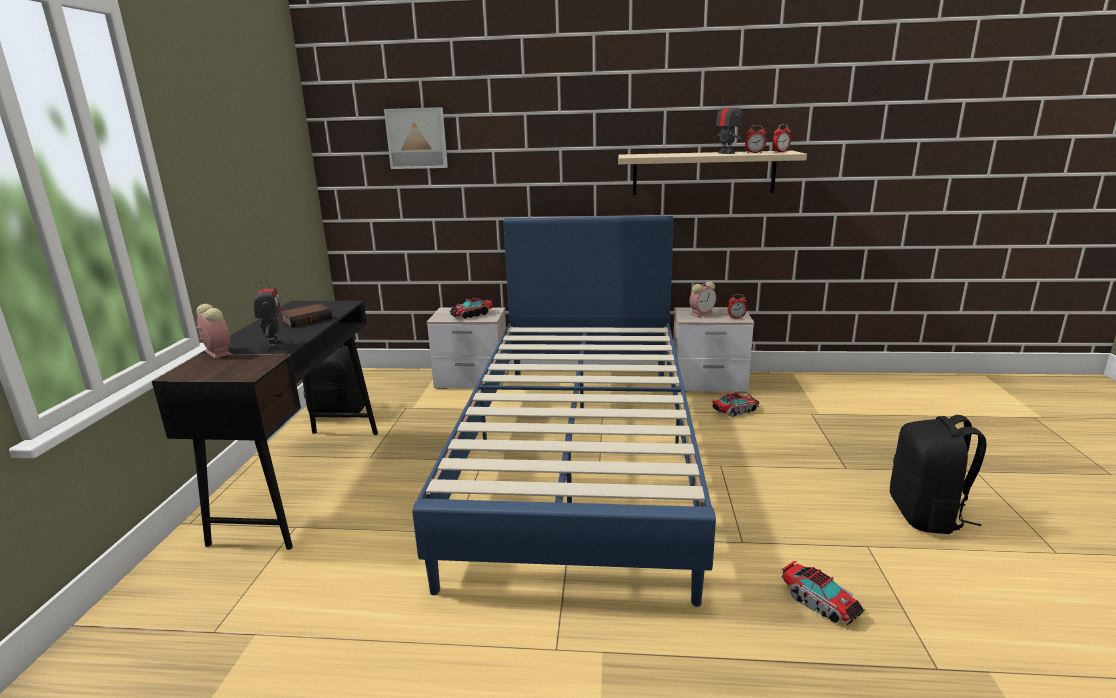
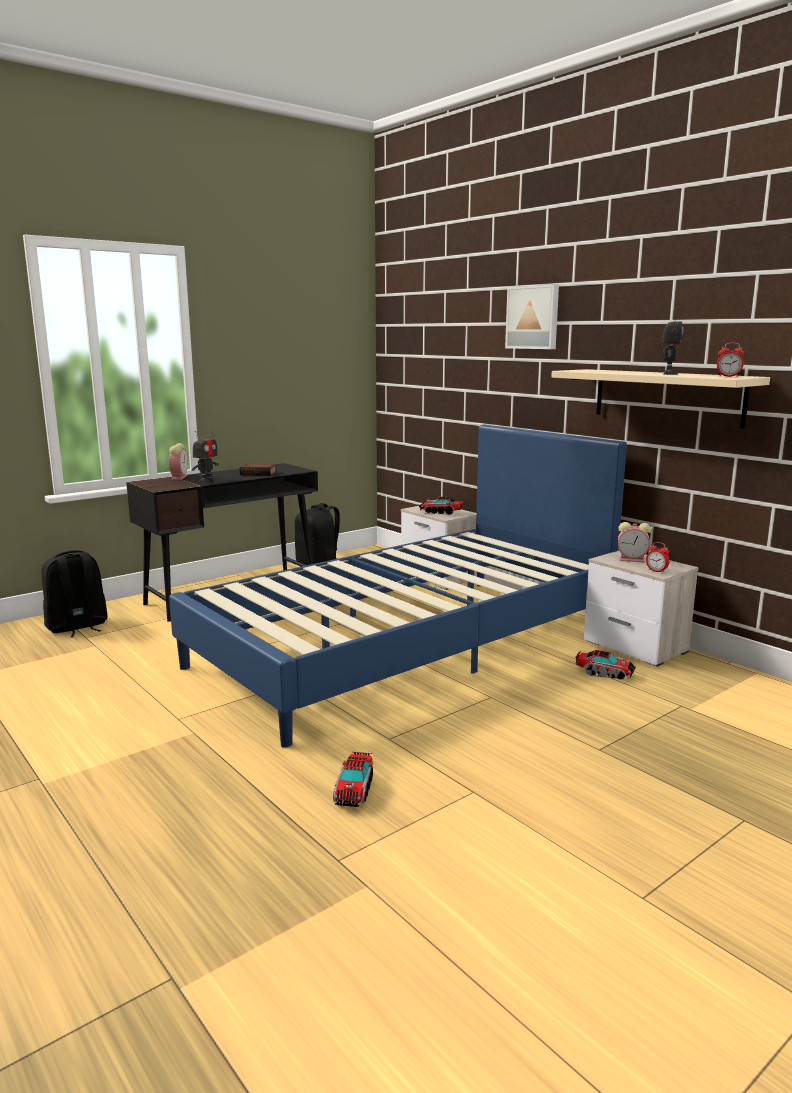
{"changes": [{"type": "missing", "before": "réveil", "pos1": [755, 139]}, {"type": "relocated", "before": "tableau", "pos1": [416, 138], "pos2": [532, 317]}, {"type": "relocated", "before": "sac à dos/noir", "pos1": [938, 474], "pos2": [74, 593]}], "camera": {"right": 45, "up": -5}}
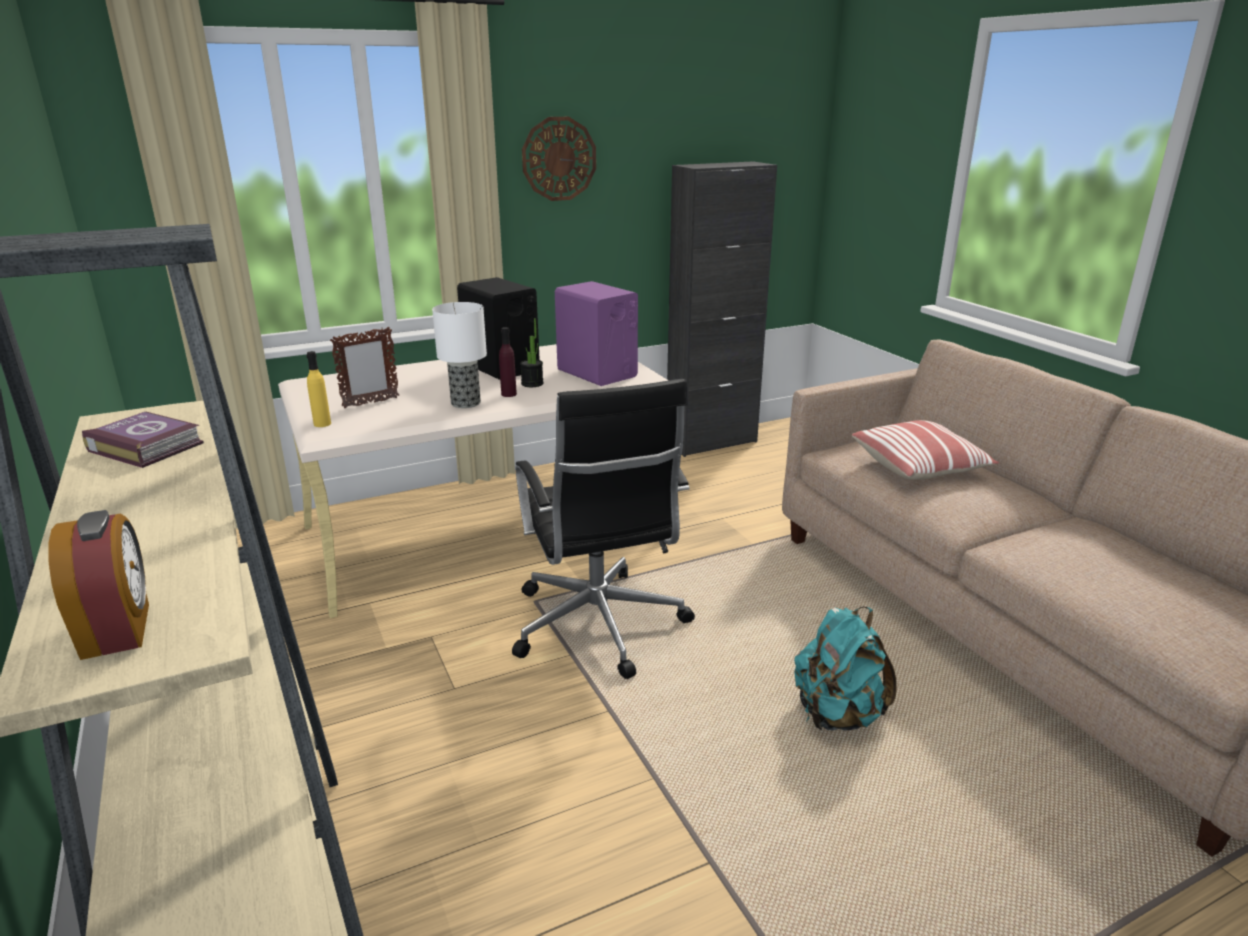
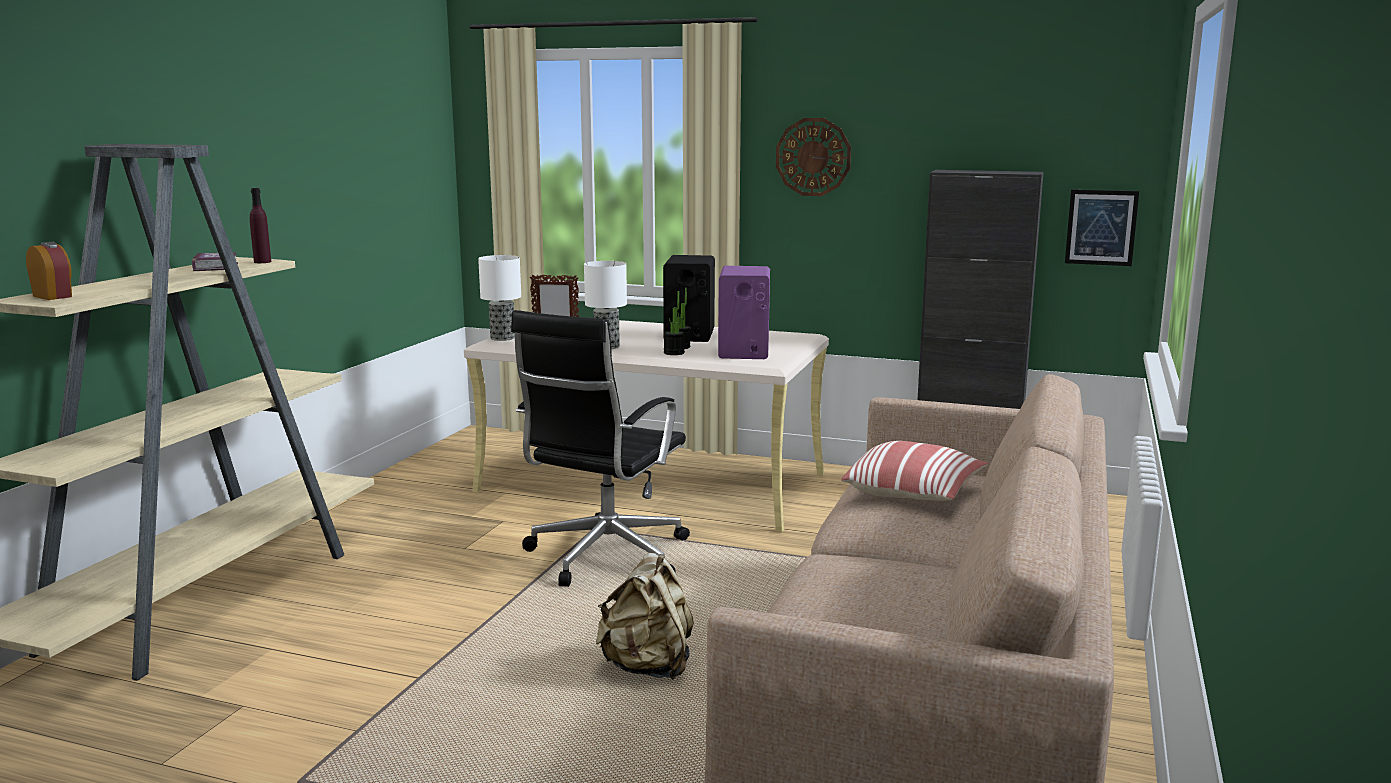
{"changes": [{"type": "appeared", "after": "plante en pot", "pos2": [674, 323]}, {"type": "appeared", "after": "tableau", "pos2": [1102, 228]}, {"type": "relocated", "before": "bouteille/violet", "pos1": [508, 362], "pos2": [260, 225]}, {"type": "exchanged", "before": "bouteille/jaune", "after": "lampe de table", "pos1": [319, 389], "pos2": [499, 298]}, {"type": "colour", "before": "sac à dos/turquoise", "after": "sac à dos/beige", "pos1": [845, 669], "pos2": [645, 616]}, {"type": "spun", "before": "réveil", "pos1": [99, 585], "pos2": [49, 271], "turn": -75}], "camera": {"right": 45, "up": -10}}
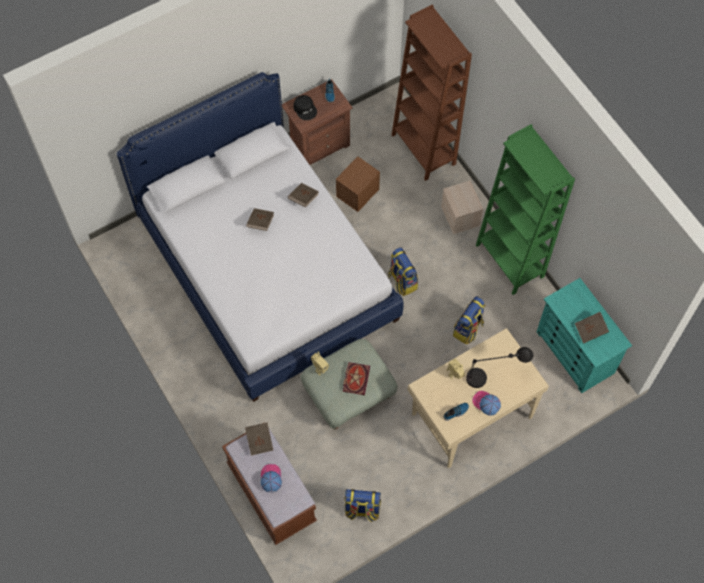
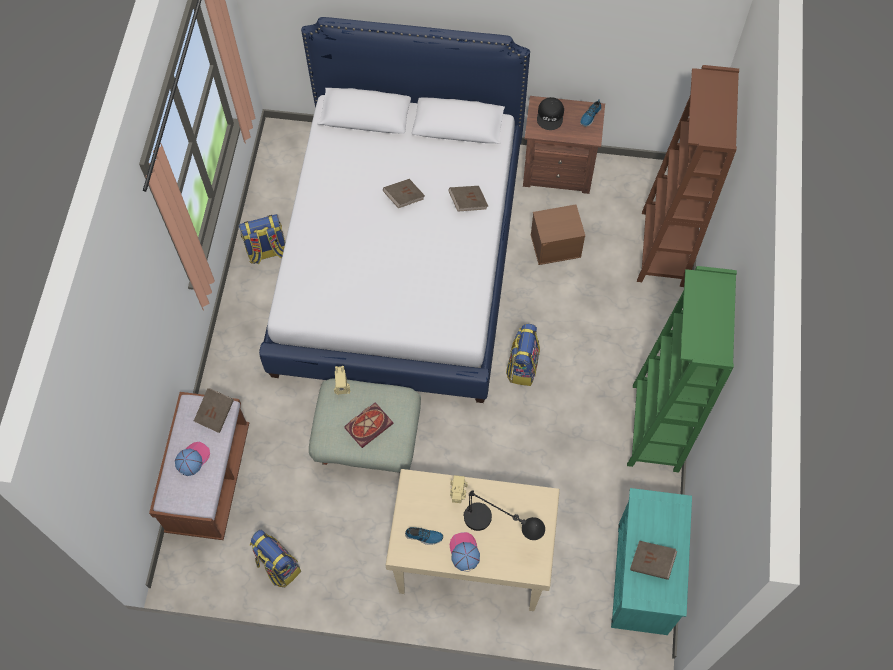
{"changes": [{"type": "missing", "before": "boîte de rangement/beige", "pos1": [462, 207]}, {"type": "relocated", "before": "sac à dos", "pos1": [469, 320], "pos2": [261, 239]}], "camera": {"right": 40, "up": 0}}
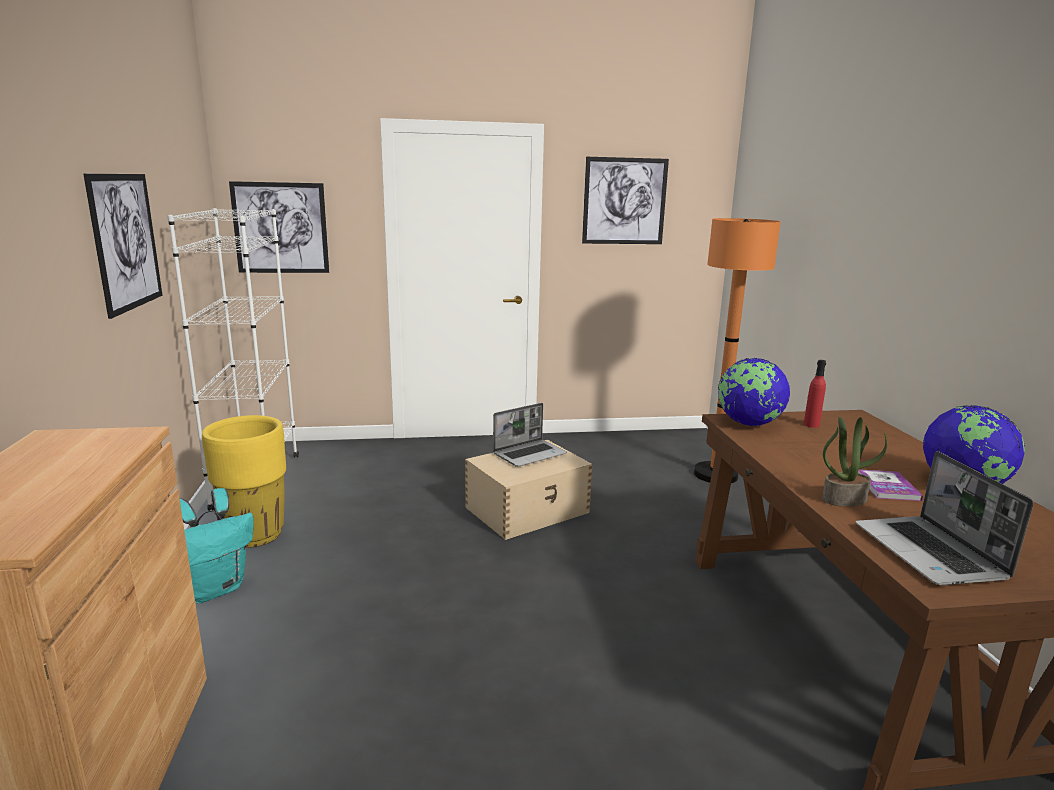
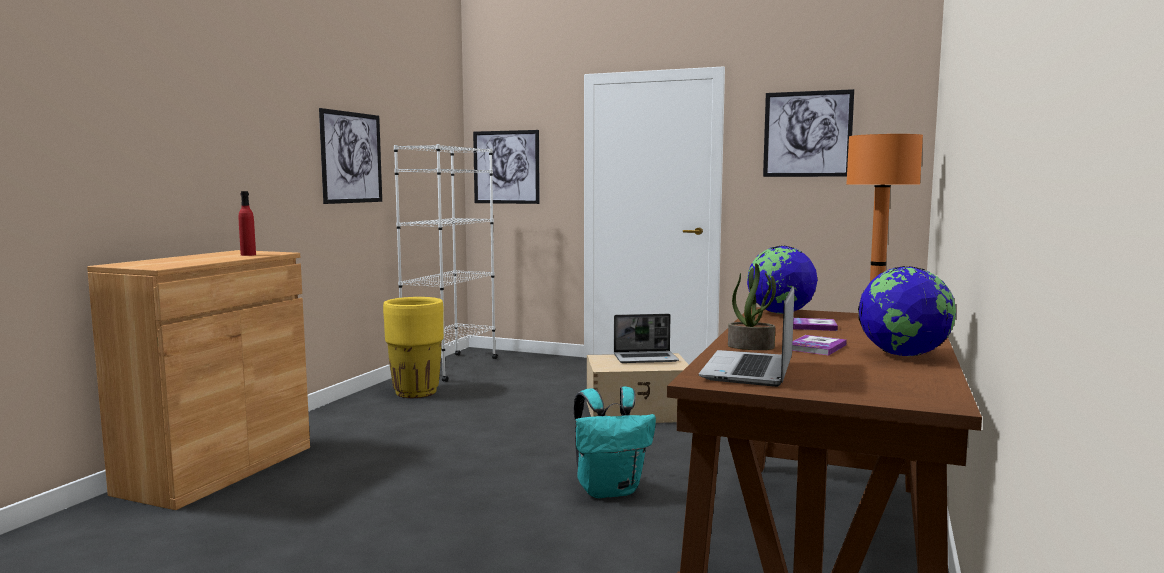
{"changes": [{"type": "appeared", "after": "livre", "pos2": [815, 324]}, {"type": "relocated", "before": "sac à dos/turquoise", "pos1": [217, 545], "pos2": [615, 442]}, {"type": "relocated", "before": "bouteille/rouge", "pos1": [815, 394], "pos2": [247, 223]}], "camera": {"right": 30, "up": -10}}
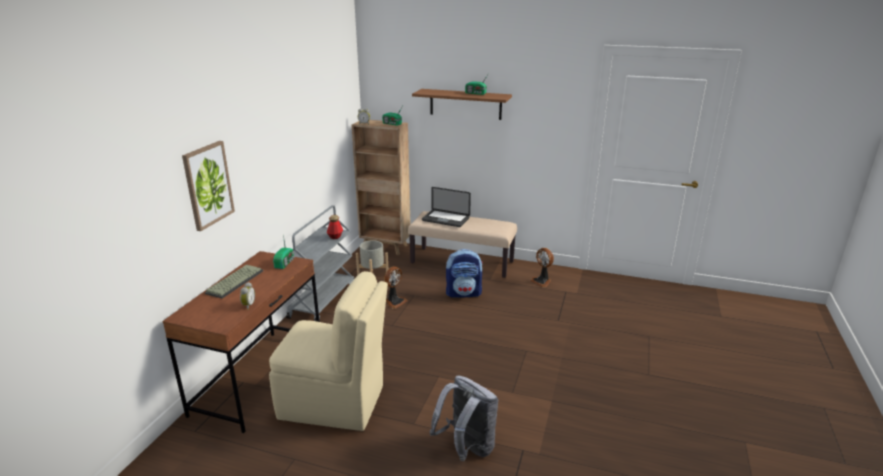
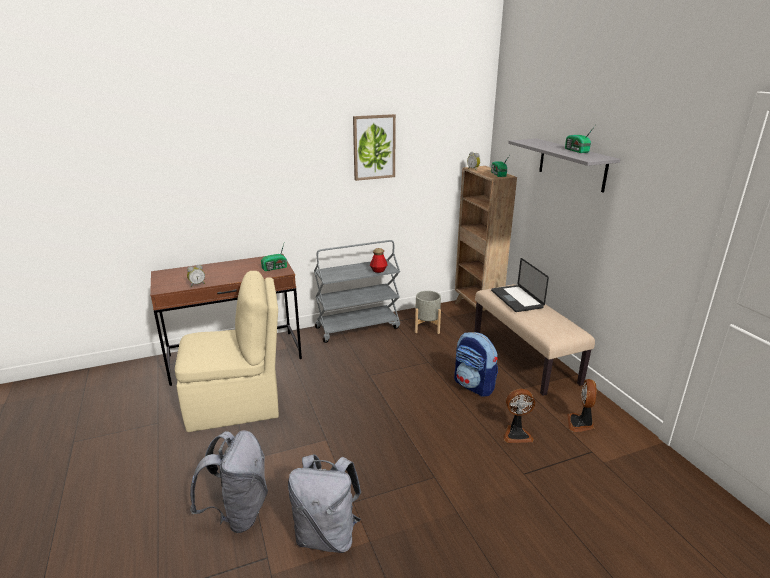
{"changes": [{"type": "missing", "before": "clavier", "pos1": [234, 281]}, {"type": "appeared", "after": "sac à dos/gris", "pos2": [324, 503]}, {"type": "relocated", "before": "tableau", "pos1": [208, 186], "pos2": [374, 147]}, {"type": "relocated", "before": "ventilateur", "pos1": [396, 287], "pos2": [519, 416]}, {"type": "colour", "before": "étagère/marron", "after": "étagère/gris", "pos1": [462, 104], "pos2": [564, 165]}, {"type": "spun", "before": "chaise/beige", "pos1": [328, 351], "pos2": [227, 351], "turn": -75}], "camera": {"right": 50, "up": 0}}
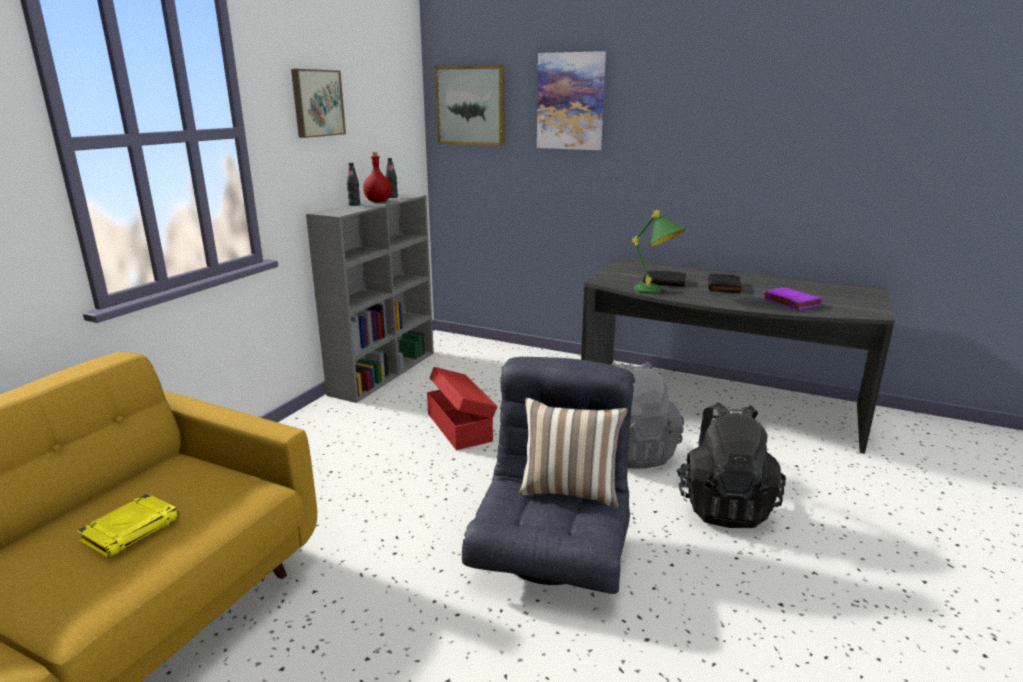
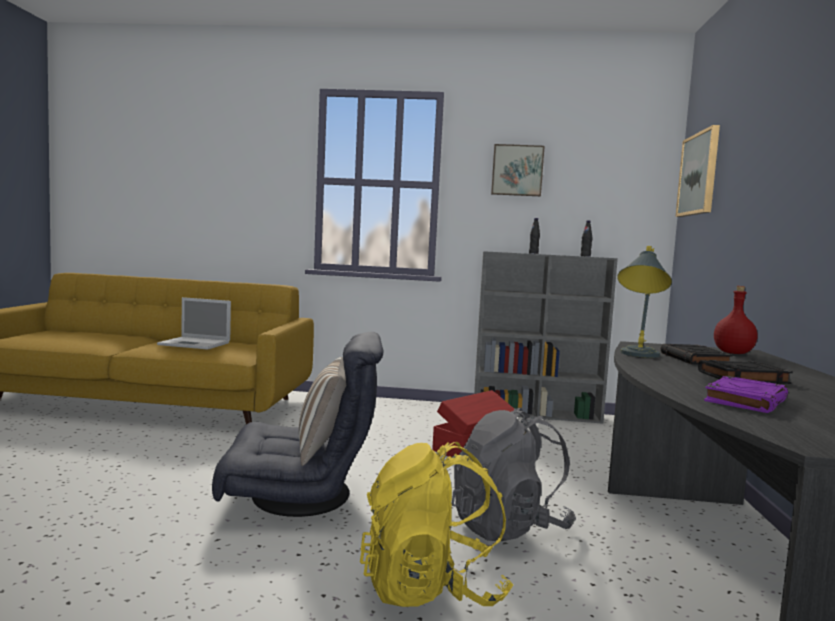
{"changes": [{"type": "missing", "before": "tableau", "pos1": [571, 100]}, {"type": "relocated", "before": "bouteille/rouge", "pos1": [377, 177], "pos2": [735, 320]}, {"type": "exchanged", "before": "livre/jaune", "after": "ordinateur portable", "pos1": [127, 525], "pos2": [194, 323]}, {"type": "colour", "before": "lampe de table/vert", "after": "lampe de table/gris", "pos1": [659, 252], "pos2": [644, 302]}, {"type": "colour", "before": "sac à dos/noir", "after": "sac à dos/jaune", "pos1": [731, 465], "pos2": [436, 524]}], "camera": {"right": 70, "up": -15}}
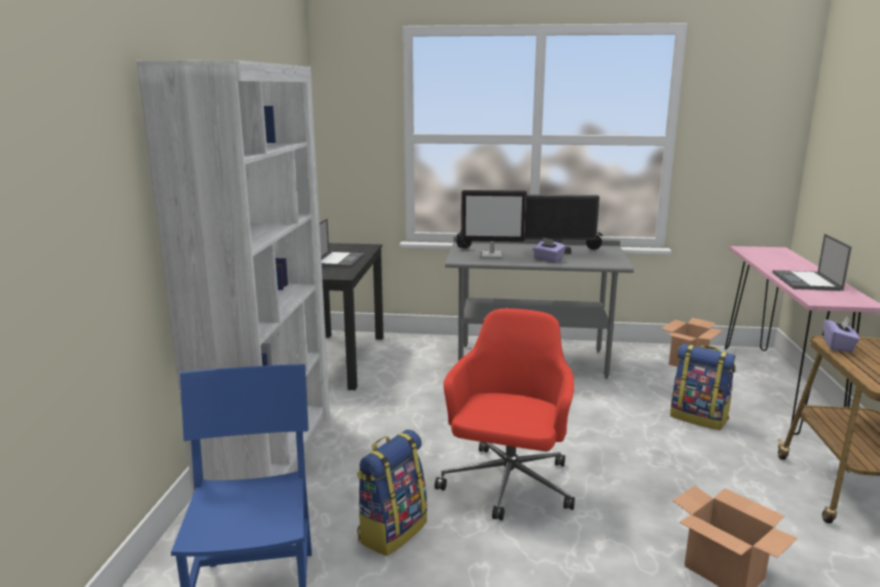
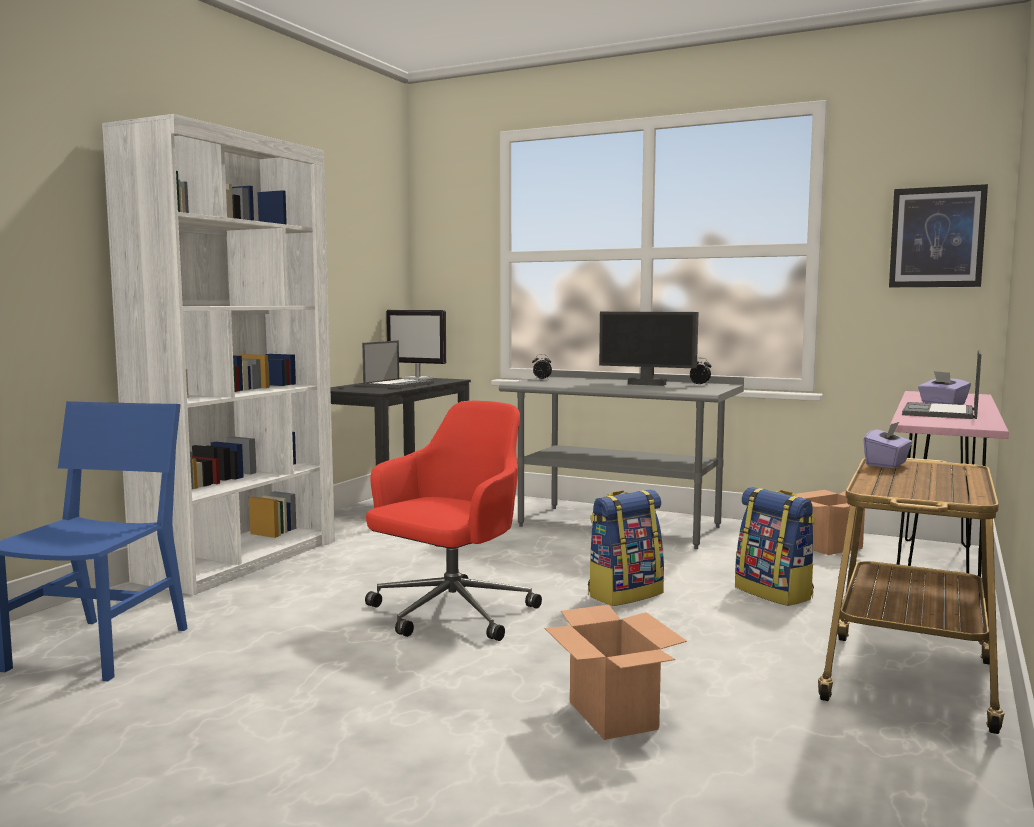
{"changes": [{"type": "appeared", "after": "tableau", "pos2": [938, 235]}, {"type": "relocated", "before": "sac à dos", "pos1": [392, 493], "pos2": [626, 547]}, {"type": "relocated", "before": "écran d'ordinateur", "pos1": [494, 224], "pos2": [416, 345]}, {"type": "relocated", "before": "boîte à mouchoirs/violet", "pos1": [549, 250], "pos2": [944, 388]}], "camera": {"right": 20, "up": -10}}
